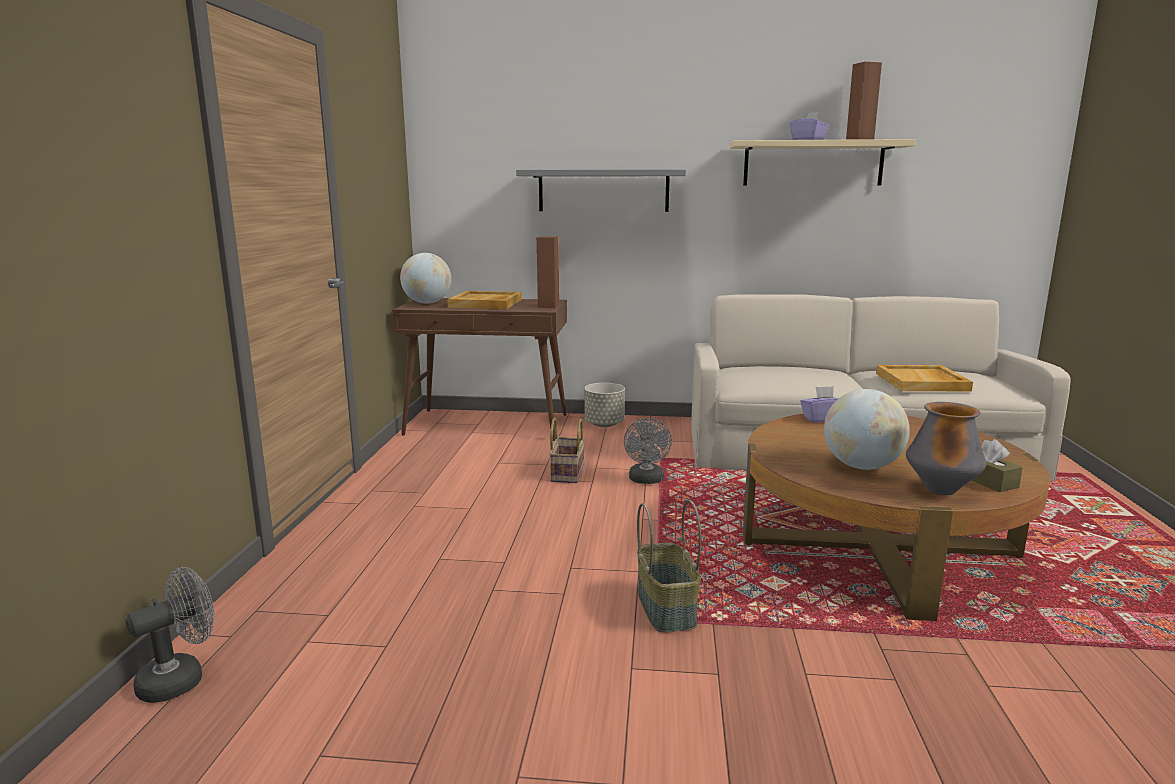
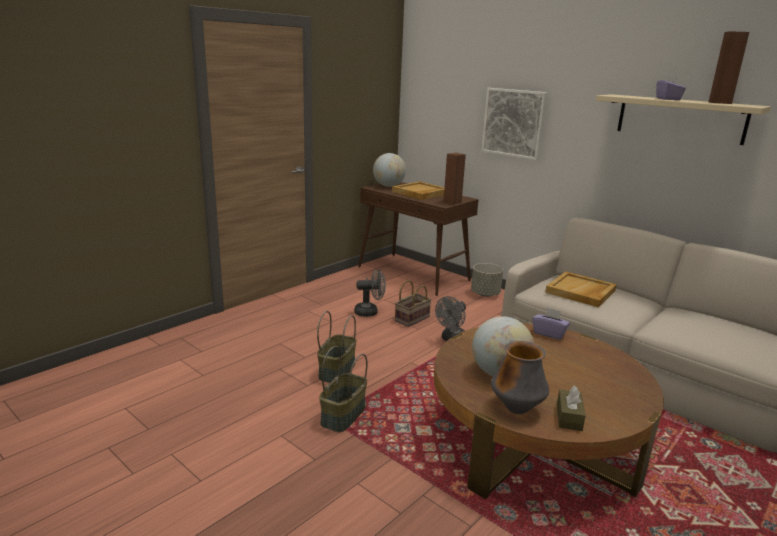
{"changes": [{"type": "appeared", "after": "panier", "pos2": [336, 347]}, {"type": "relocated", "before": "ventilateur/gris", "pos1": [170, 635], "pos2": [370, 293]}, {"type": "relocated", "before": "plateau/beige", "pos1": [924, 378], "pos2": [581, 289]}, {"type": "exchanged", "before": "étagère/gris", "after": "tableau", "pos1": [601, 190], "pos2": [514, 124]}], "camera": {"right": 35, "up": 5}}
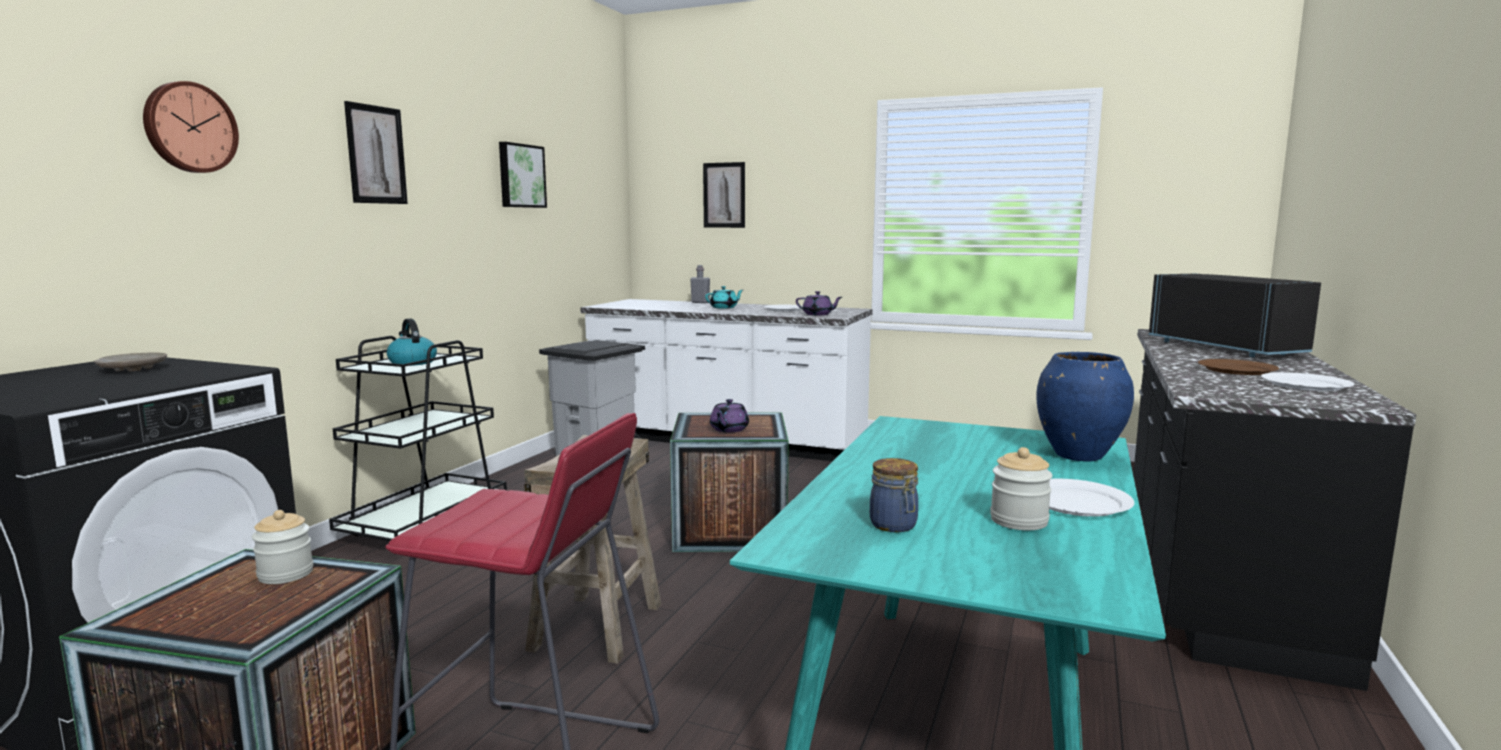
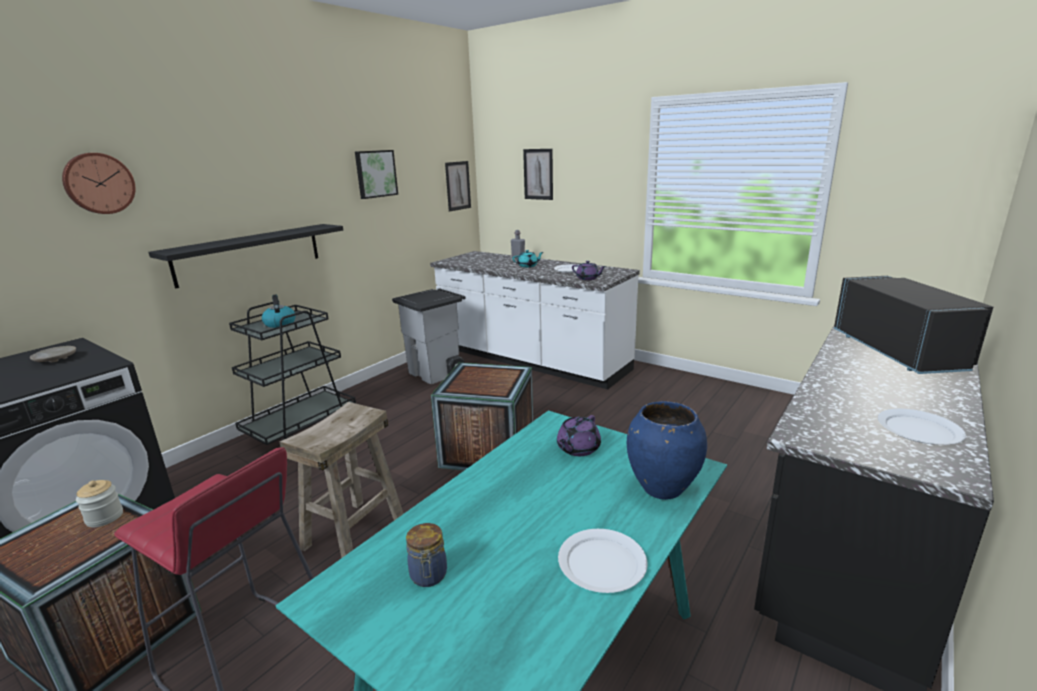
{"changes": [{"type": "missing", "before": "bocal", "pos1": [1021, 488]}, {"type": "missing", "before": "assiette/marron", "pos1": [1238, 367]}, {"type": "appeared", "after": "étagère/noir", "pos2": [245, 256]}, {"type": "relocated", "before": "tableau", "pos1": [376, 152], "pos2": [458, 186]}, {"type": "relocated", "before": "théière/violet", "pos1": [729, 416], "pos2": [579, 435]}], "camera": {"right": 15, "up": 10}}
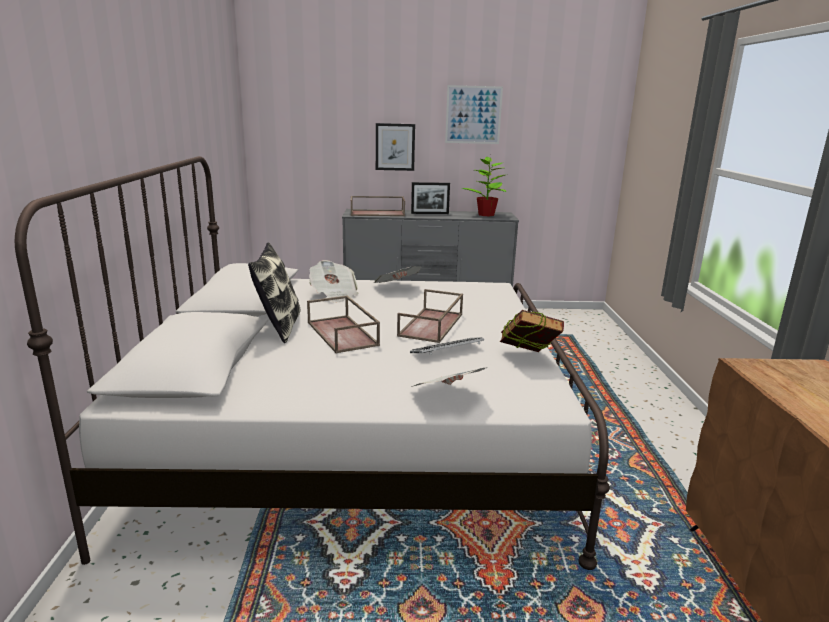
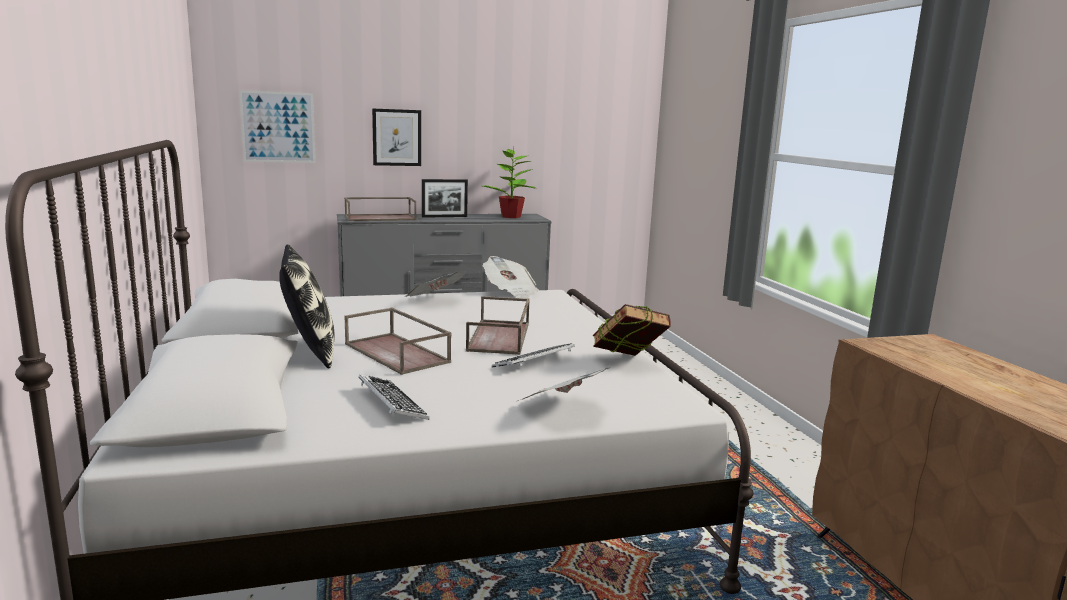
{"changes": [{"type": "appeared", "after": "clavier", "pos2": [394, 397]}, {"type": "relocated", "before": "journal", "pos1": [333, 281], "pos2": [511, 277]}, {"type": "relocated", "before": "tableau", "pos1": [474, 114], "pos2": [277, 126]}], "camera": {"right": -15, "up": -5}}
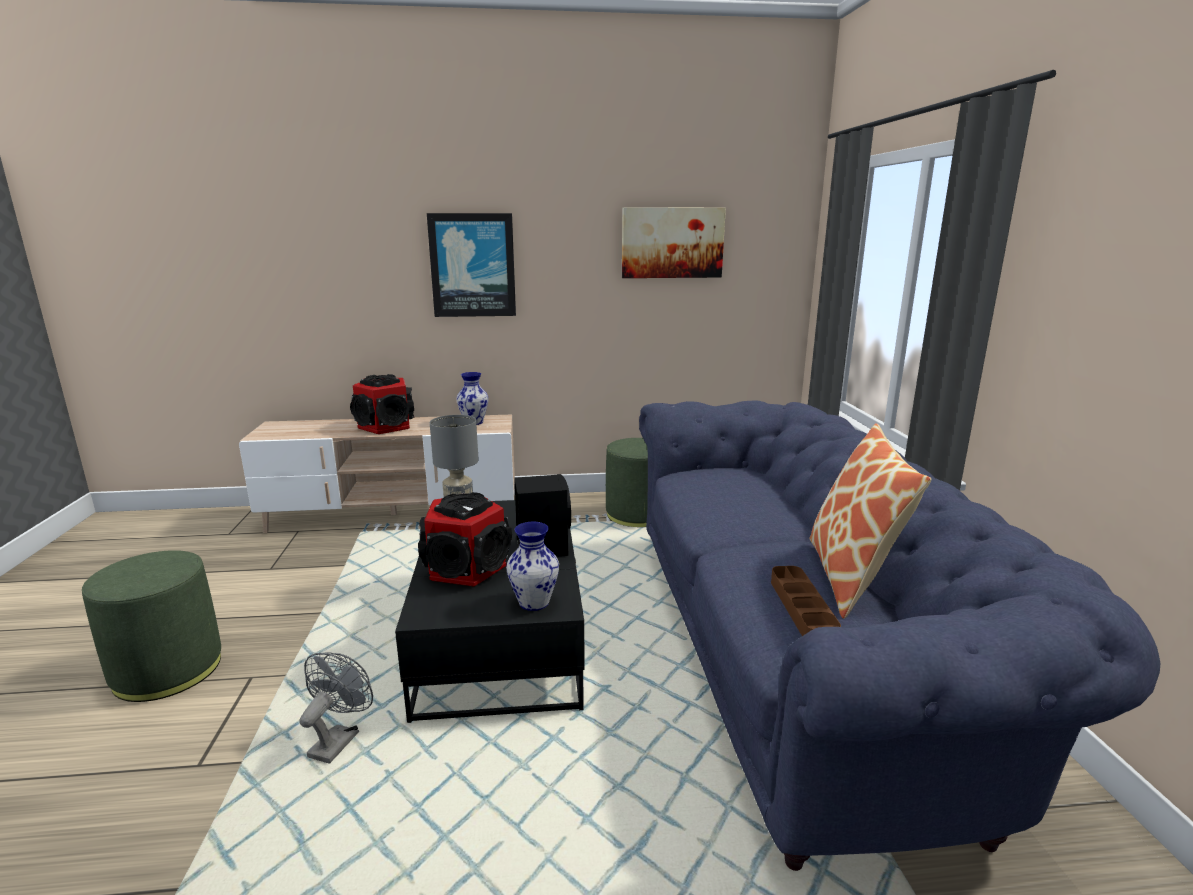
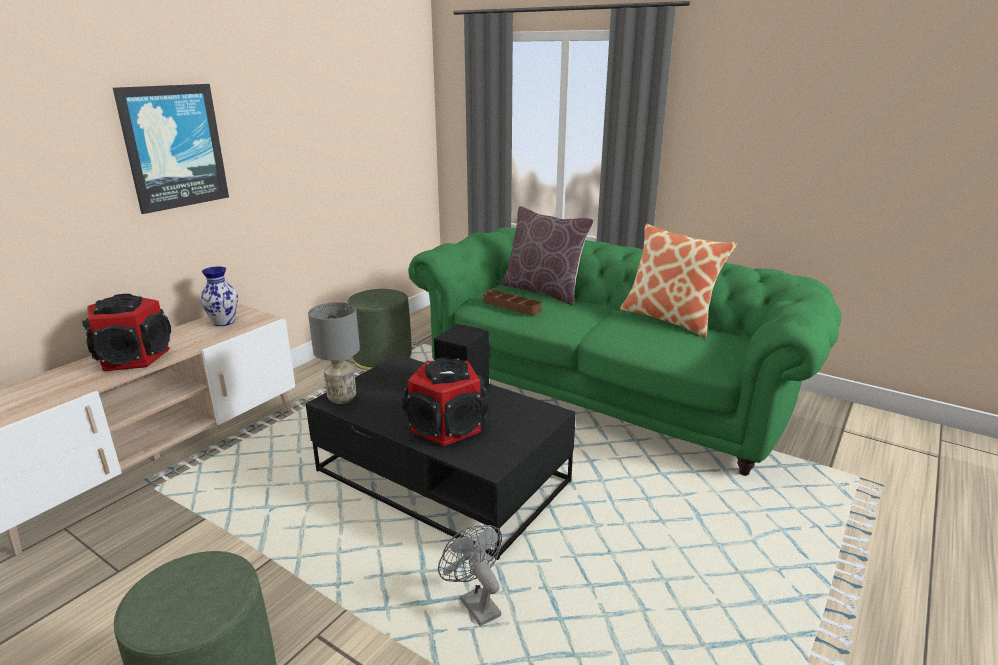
{"changes": [{"type": "missing", "before": "vase", "pos1": [532, 566]}, {"type": "missing", "before": "tableau", "pos1": [674, 242]}, {"type": "appeared", "after": "coussin/marron", "pos2": [547, 255]}, {"type": "relocated", "before": "plateau/marron", "pos1": [806, 601], "pos2": [512, 302]}, {"type": "colour", "before": "canapé/bleu", "after": "canapé/vert", "pos1": [899, 636], "pos2": [625, 351]}], "camera": {"right": -50, "up": 5}}
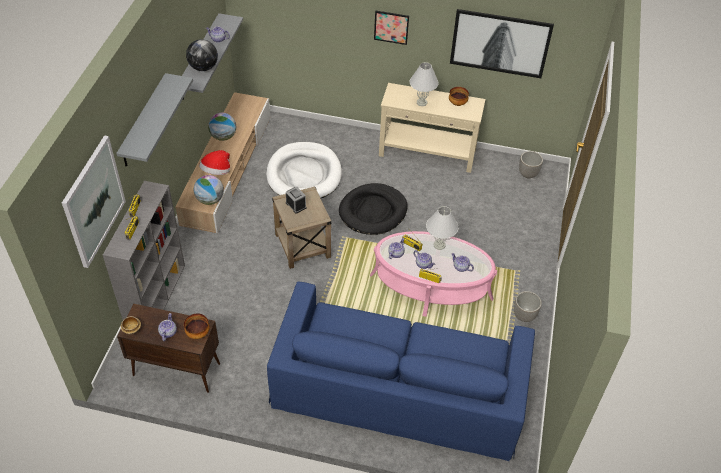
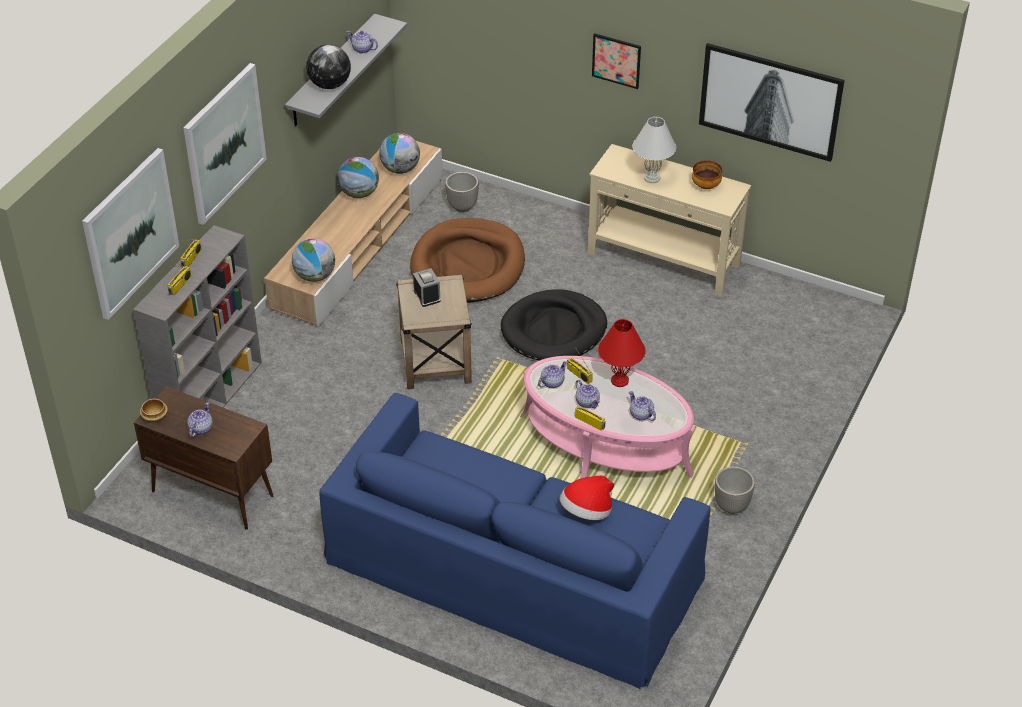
{"changes": [{"type": "missing", "before": "bol", "pos1": [197, 326]}, {"type": "appeared", "after": "globe", "pos2": [399, 153]}, {"type": "relocated", "before": "chapeau", "pos1": [214, 162], "pos2": [587, 498]}, {"type": "relocated", "before": "cache-pot", "pos1": [531, 164], "pos2": [462, 192]}, {"type": "exchanged", "before": "étagère/gris", "after": "tableau", "pos1": [154, 120], "pos2": [225, 144]}, {"type": "colour", "before": "panier pour chien/blanc", "after": "panier pour chien/marron", "pos1": [304, 170], "pos2": [467, 260]}, {"type": "colour", "before": "lampe de table/blanc", "after": "lampe de table/rouge", "pos1": [442, 228], "pos2": [622, 353]}], "camera": {"right": 15, "up": -5}}
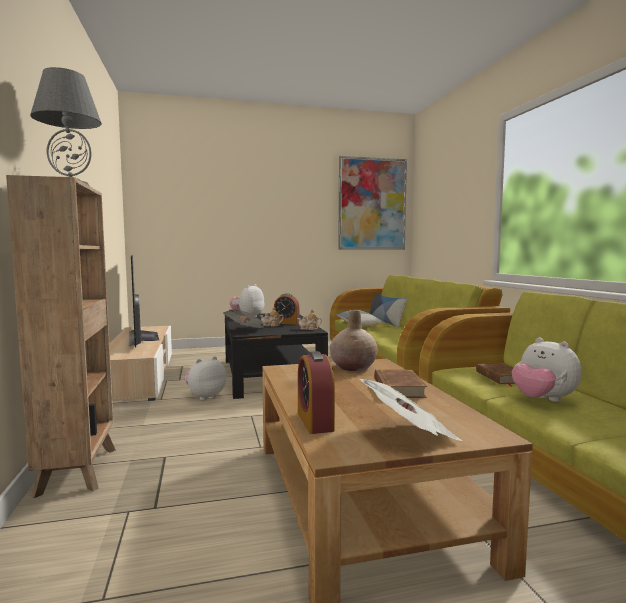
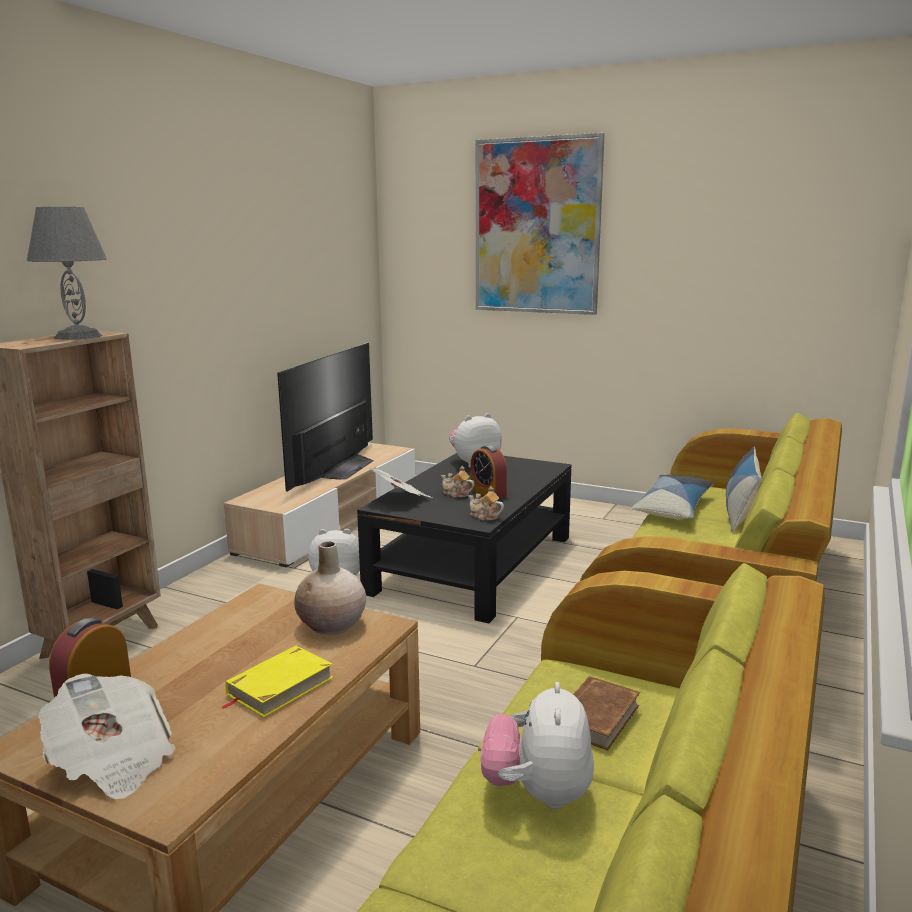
{"changes": [{"type": "relocated", "before": "tableau", "pos1": [372, 203], "pos2": [540, 224]}, {"type": "colour", "before": "livre/marron", "after": "livre/jaune", "pos1": [400, 384], "pos2": [277, 681]}], "camera": {"right": 40, "up": 10}}
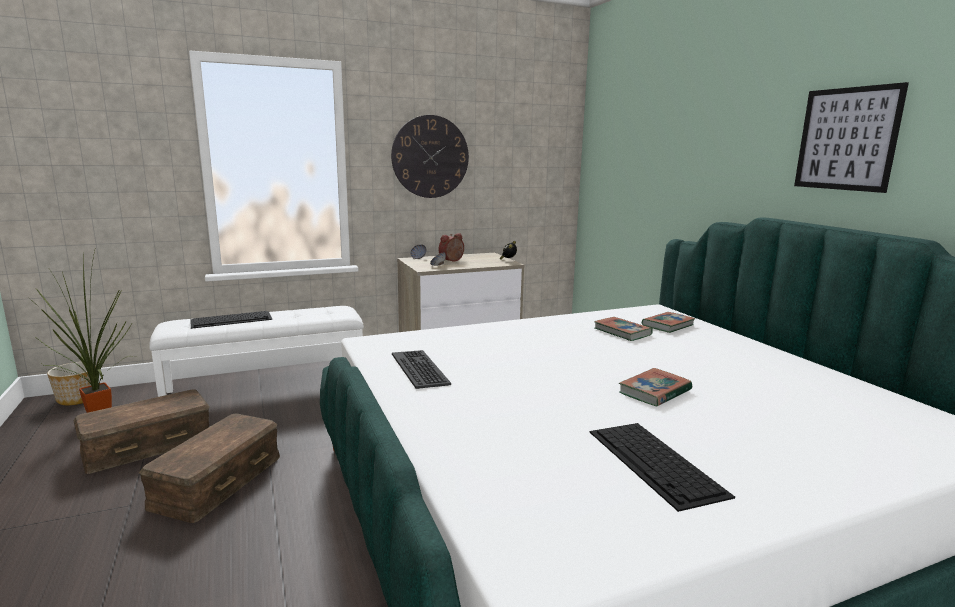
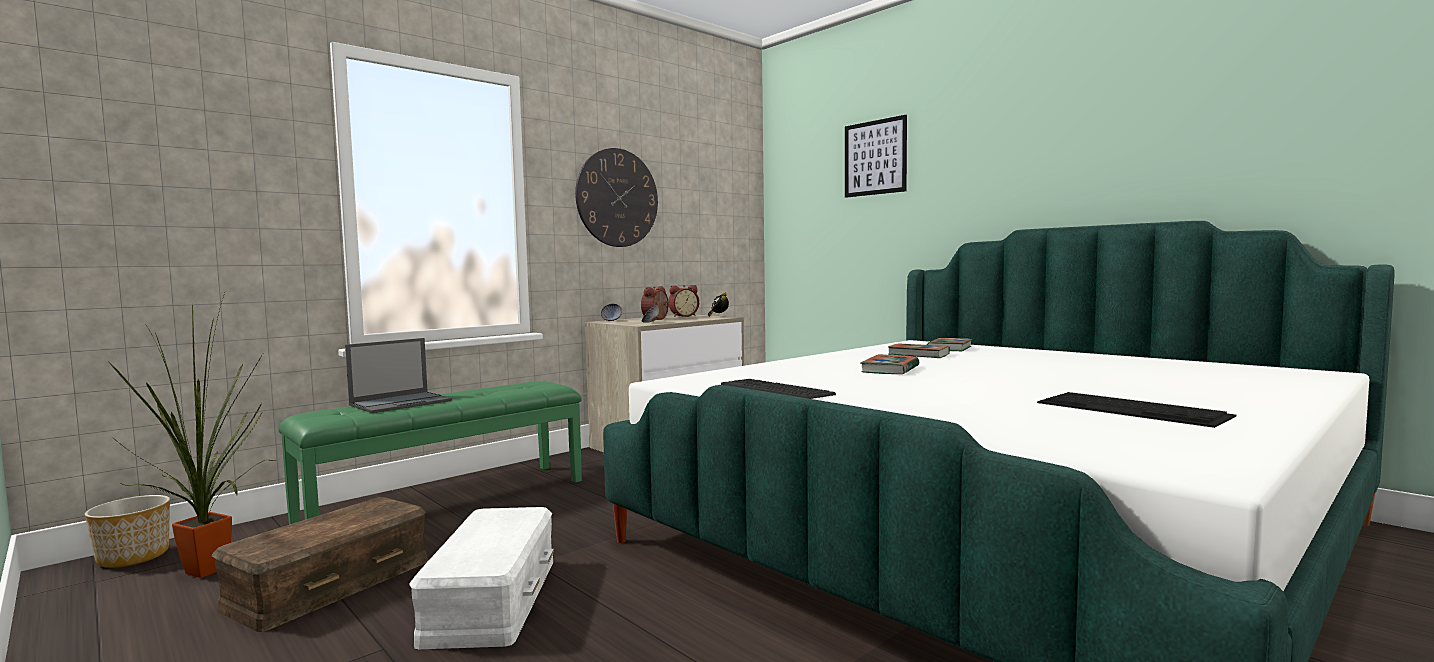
{"changes": [{"type": "appeared", "after": "réveil", "pos2": [683, 301]}, {"type": "relocated", "before": "livre", "pos1": [655, 387], "pos2": [889, 364]}, {"type": "relocated", "before": "tableau", "pos1": [851, 137], "pos2": [876, 156]}, {"type": "exchanged", "before": "clavier", "after": "ordinateur portable", "pos1": [231, 320], "pos2": [398, 375]}, {"type": "colour", "before": "boîte de rangement/marron", "after": "boîte de rangement/blanc", "pos1": [209, 468], "pos2": [481, 578]}, {"type": "colour", "before": "banc/blanc", "after": "banc/vert", "pos1": [256, 351], "pos2": [430, 453]}], "camera": {"right": -20, "up": -10}}
